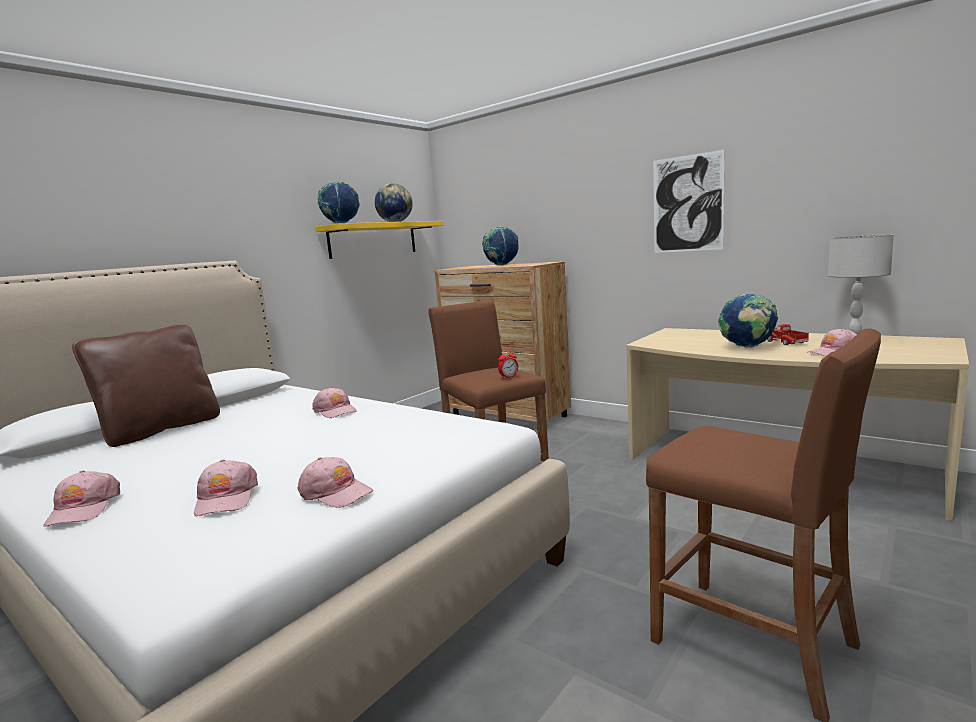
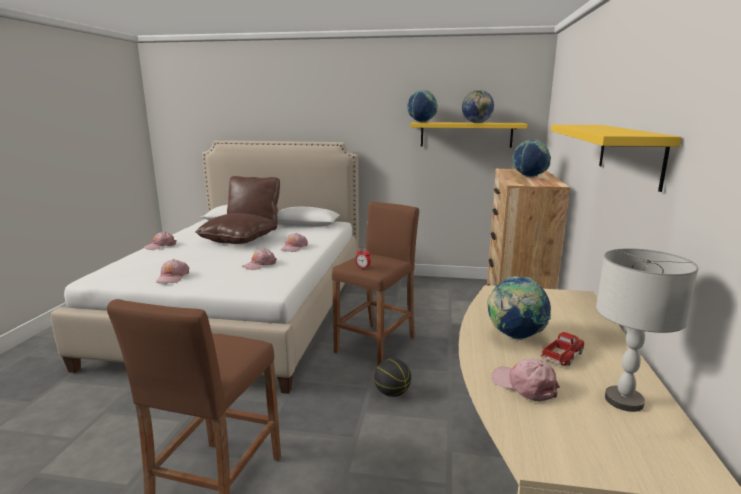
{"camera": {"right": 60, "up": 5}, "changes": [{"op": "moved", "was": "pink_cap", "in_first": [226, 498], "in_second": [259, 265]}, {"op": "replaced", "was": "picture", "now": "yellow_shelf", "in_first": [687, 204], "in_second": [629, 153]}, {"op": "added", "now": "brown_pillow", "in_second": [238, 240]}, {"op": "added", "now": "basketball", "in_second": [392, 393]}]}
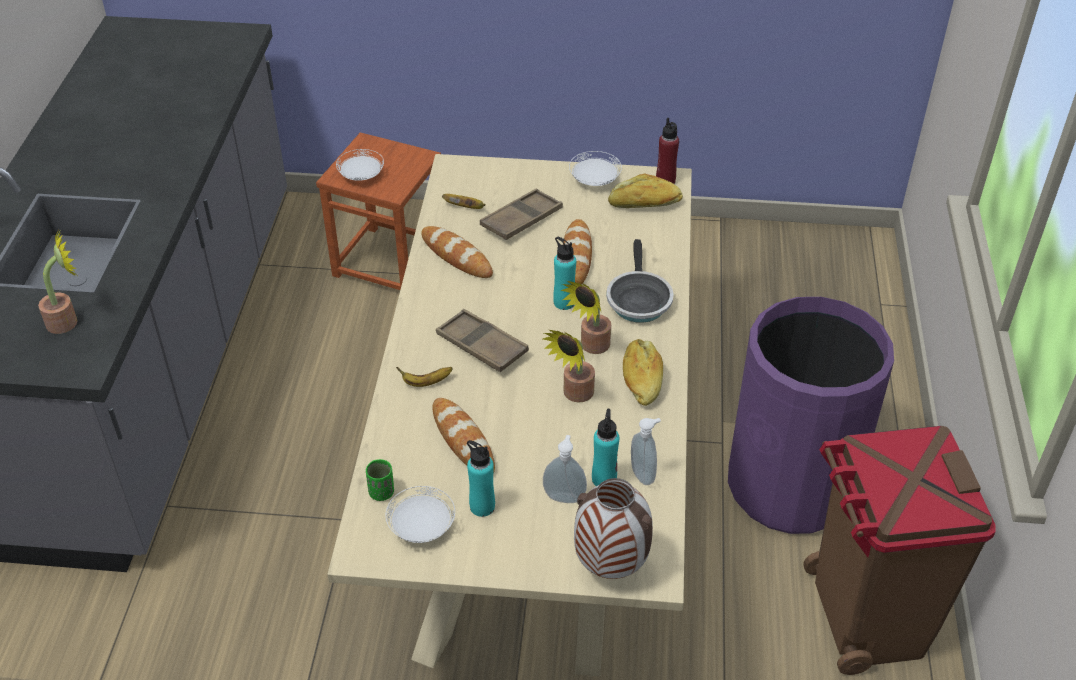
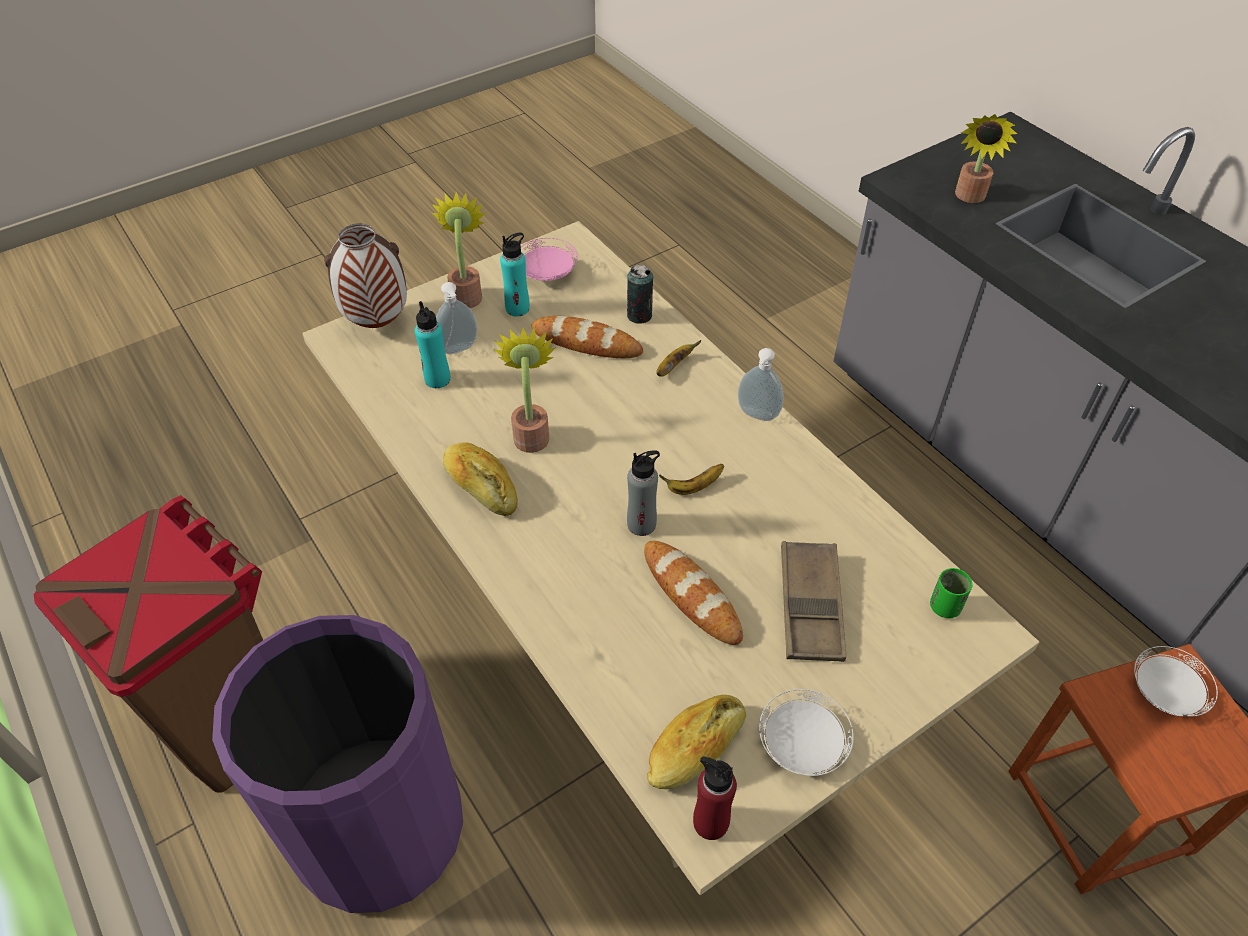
{"camera": {"right": 140, "up": 5}, "changes": [{"op": "moved", "was": "green_cup", "in_first": [381, 492], "in_second": [944, 607]}, {"op": "recoloured", "was": "white_plate", "now": "pink_plate", "in_first": [421, 527], "in_second": [547, 273]}, {"op": "removed", "was": "bread", "in_first": [456, 256]}, {"op": "removed", "was": "brown_tray", "in_first": [482, 346]}, {"op": "moved", "was": "banana", "in_first": [465, 207], "in_second": [693, 487]}, {"op": "recoloured", "was": "turquoise_bottle", "now": "grey_bottle", "in_first": [564, 302], "in_second": [641, 524]}, {"op": "moved", "was": "potted_plant", "in_first": [591, 347], "in_second": [467, 294]}, {"op": "removed", "was": "frying_pan", "in_first": [638, 299]}, {"op": "moved", "was": "soap_dispenser", "in_first": [644, 474], "in_second": [757, 416]}, {"op": "added", "now": "can", "in_second": [639, 315]}]}
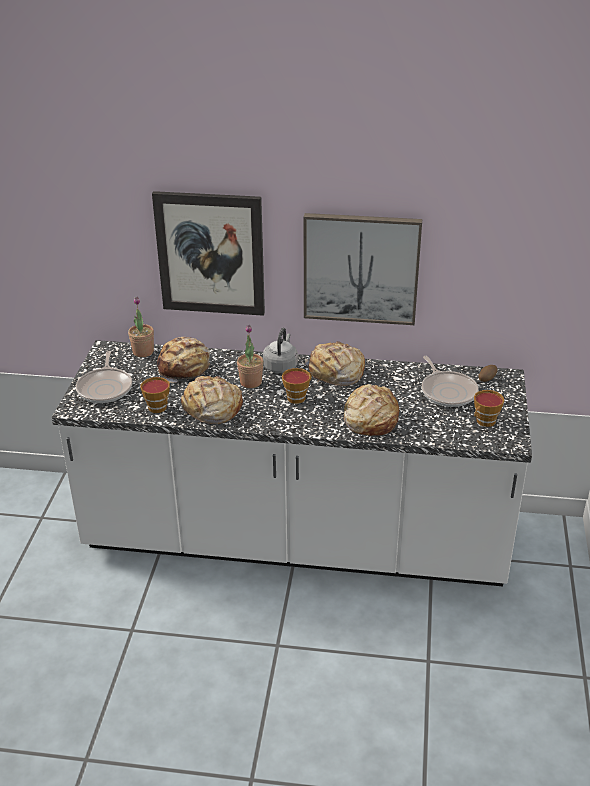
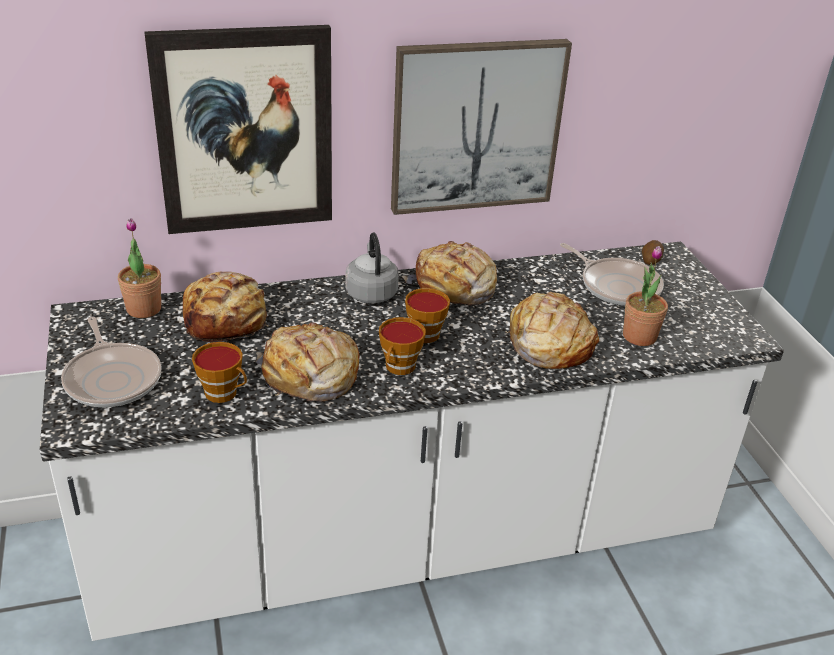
{"camera": {"right": -25, "up": 0}, "changes": [{"op": "moved", "was": "potted_plant", "in_first": [251, 382], "in_second": [639, 336]}, {"op": "moved", "was": "cup", "in_first": [484, 422], "in_second": [399, 368]}]}
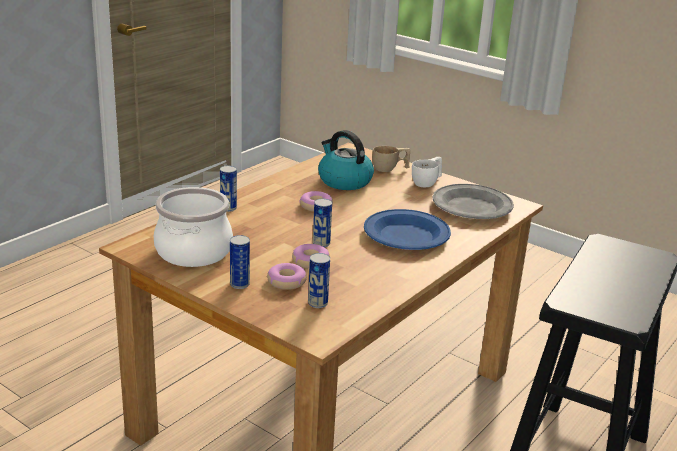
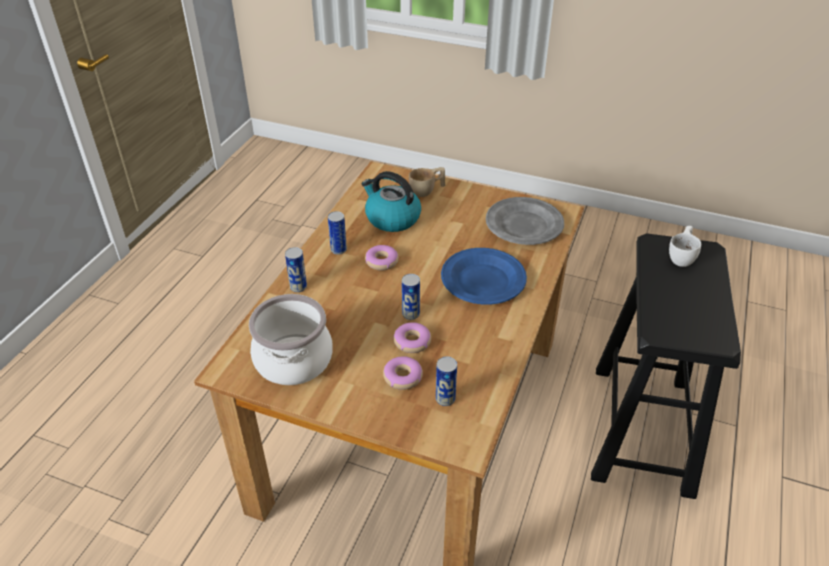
{"camera": {"right": -15, "up": 15}, "changes": [{"op": "moved", "was": "can", "in_first": [239, 284], "in_second": [338, 250]}, {"op": "moved", "was": "white_cup", "in_first": [428, 182], "in_second": [682, 256]}]}
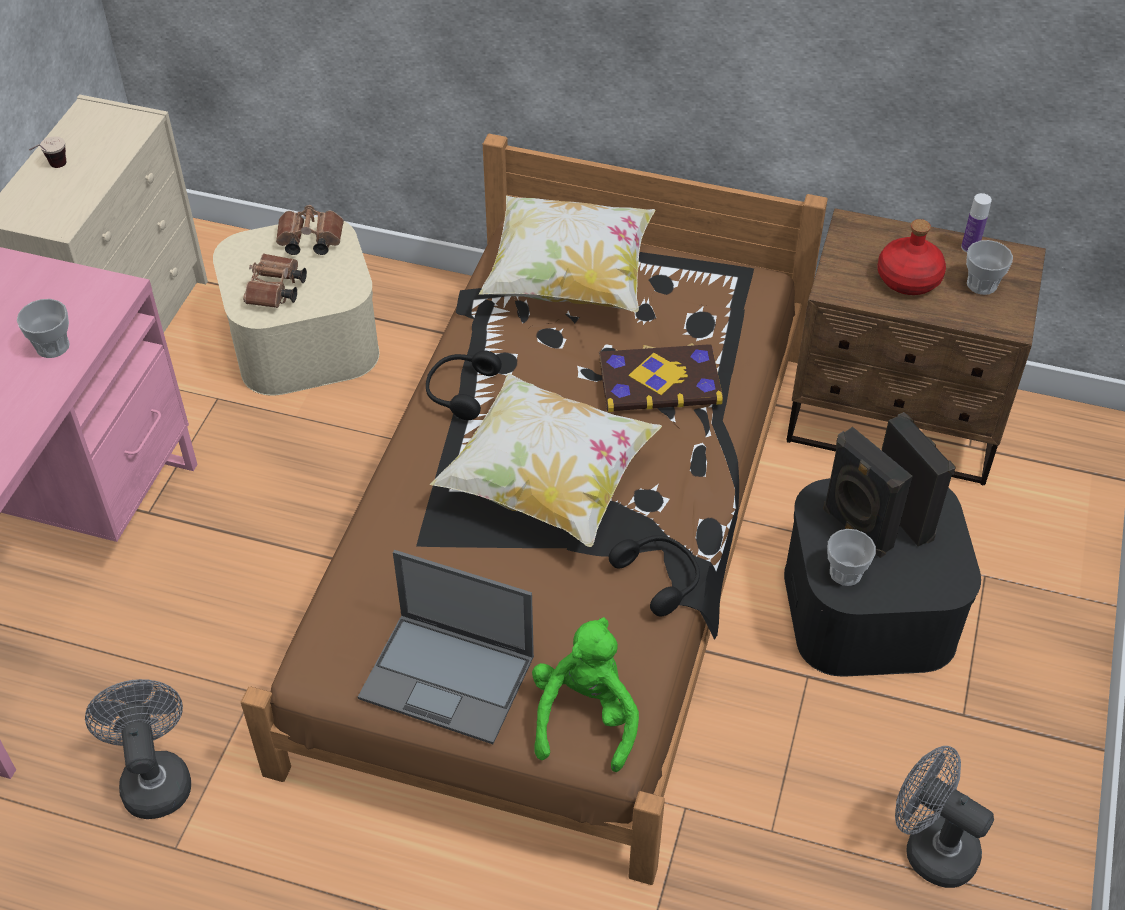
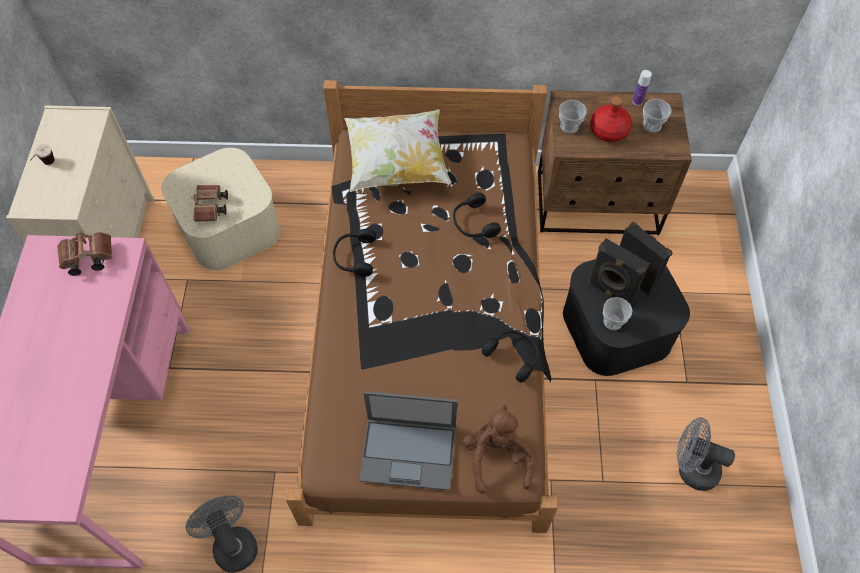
{"camera": {"right": -15, "up": 10}, "changes": [{"op": "moved", "was": "cup", "in_first": [52, 346], "in_second": [569, 126]}, {"op": "moved", "was": "brown_binoculars", "in_first": [308, 242], "in_second": [86, 259]}, {"op": "removed", "was": "pillow", "in_first": [548, 483]}, {"op": "recoloured", "was": "green_plush_toy", "now": "brown_plush_toy", "in_first": [585, 716], "in_second": [497, 457]}, {"op": "replaced", "was": "book", "now": "black_headphones", "in_first": [659, 380], "in_second": [473, 223]}]}
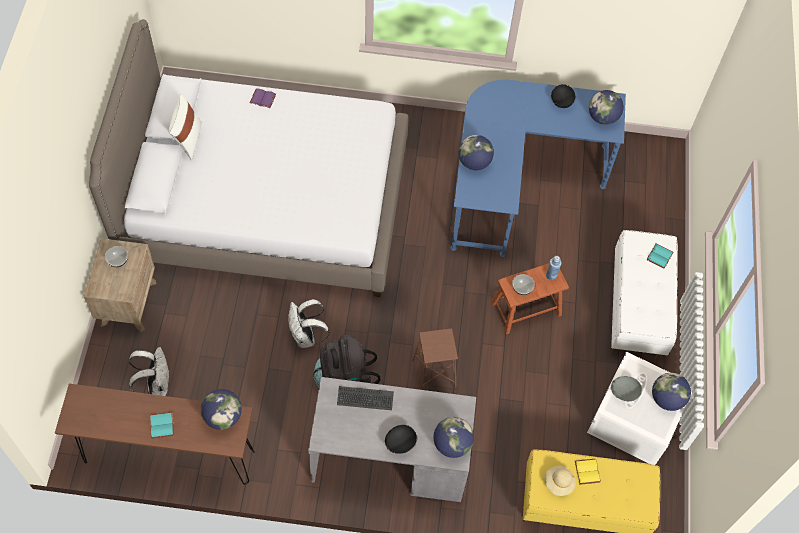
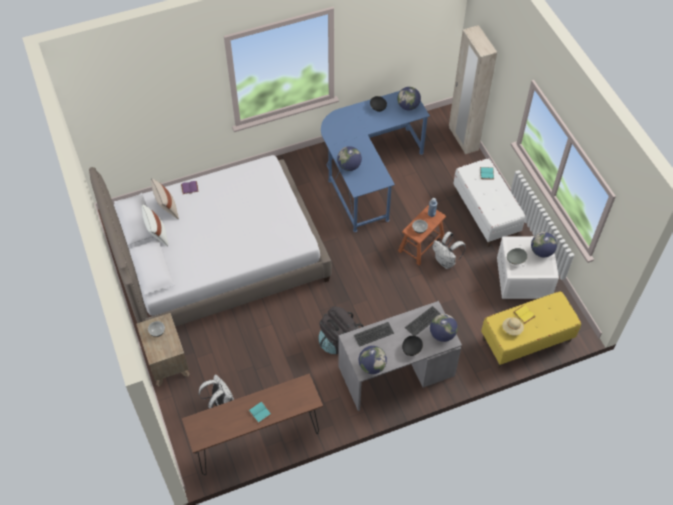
{"camera": {"right": -25, "up": -5}, "changes": [{"op": "moved", "was": "globe", "in_first": [223, 416], "in_second": [372, 366]}, {"op": "moved", "was": "white_backpack", "in_first": [306, 337], "in_second": [446, 261]}, {"op": "removed", "was": "brown_stool", "in_first": [434, 375]}, {"op": "added", "now": "beige_pillow", "in_second": [167, 208]}, {"op": "added", "now": "keyboard", "in_second": [423, 321]}, {"op": "added", "now": "beige_wardrobe", "in_second": [463, 139]}]}
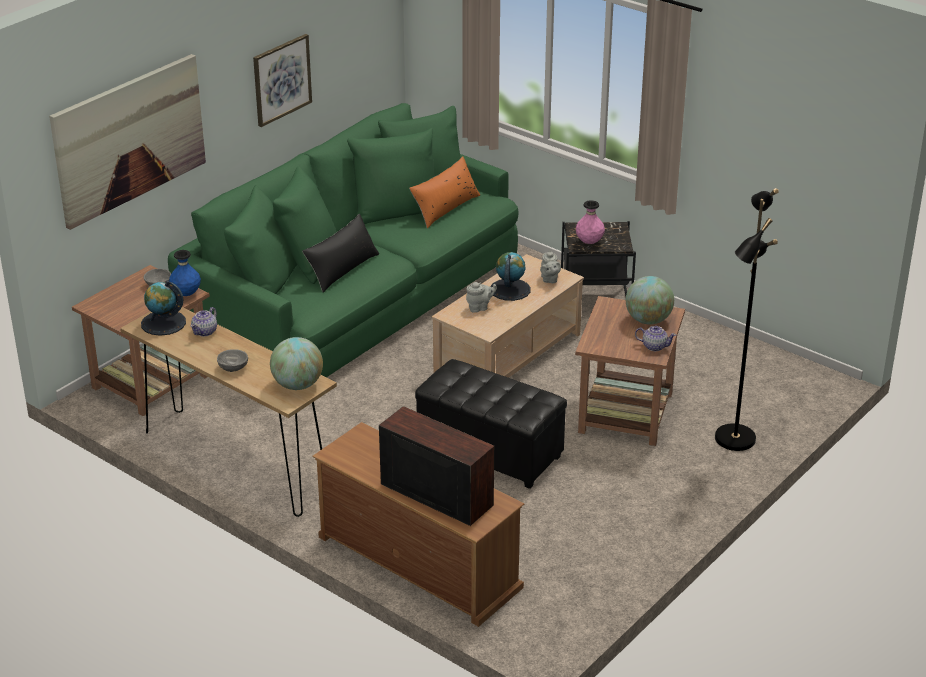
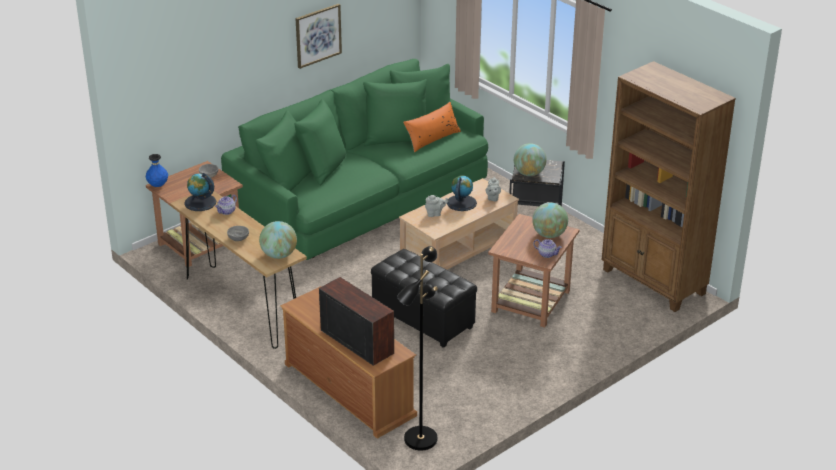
{"camera": {"right": 10, "up": 0}, "changes": [{"op": "removed", "was": "picture", "in_first": [129, 139]}, {"op": "moved", "was": "blue_vase", "in_first": [186, 294], "in_second": [158, 185]}, {"op": "removed", "was": "black_pillow", "in_first": [342, 269]}, {"op": "replaced", "was": "pink_vase", "now": "globe", "in_first": [589, 242], "in_second": [529, 173]}, {"op": "moved", "was": "black_floor_lamp", "in_first": [733, 438], "in_second": [419, 438]}, {"op": "added", "now": "brown_bookcase", "in_second": [653, 282]}]}
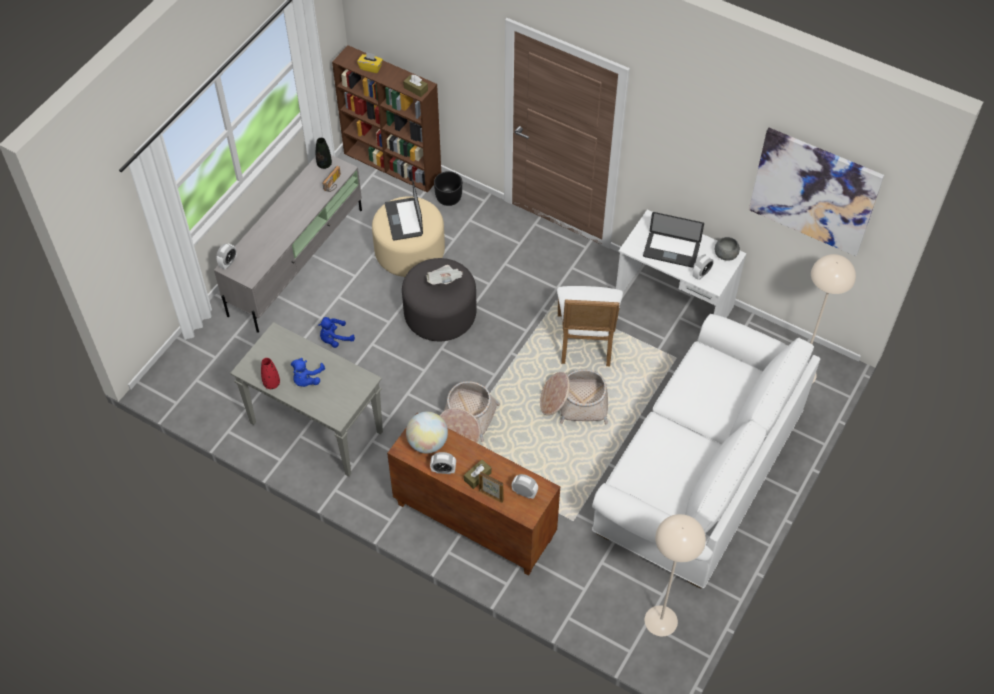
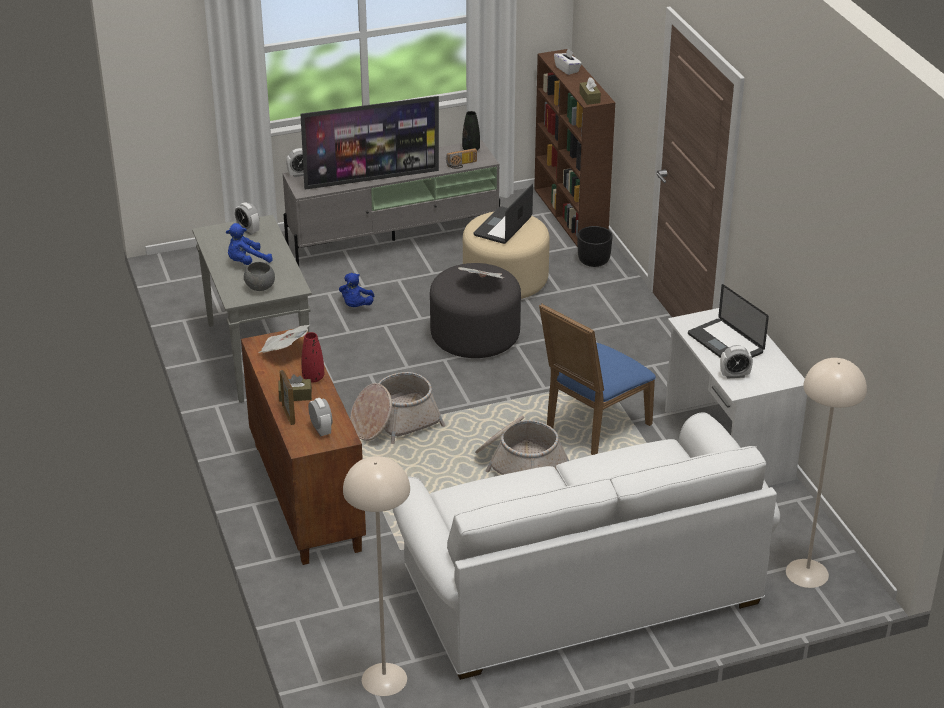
{"camera": {"right": 40, "up": -20}, "changes": [{"op": "moved", "was": "red_vase", "in_first": [271, 384], "in_second": [313, 378]}, {"op": "turned", "was": "blue_plush_toy", "in_first": [335, 339], "in_second": [356, 306], "clockwise": -90}, {"op": "recoloured", "was": "yellow_tissue_box", "now": "white_tissue_box", "in_first": [370, 67], "in_second": [567, 69]}, {"op": "replaced", "was": "globe", "now": "newspaper", "in_first": [427, 443], "in_second": [284, 350]}, {"op": "moved", "was": "alarm_clock", "in_first": [443, 470], "in_second": [248, 230]}, {"op": "recoloured", "was": "white_chair", "now": "blue_chair", "in_first": [586, 344], "in_second": [592, 427]}, {"op": "moved", "was": "grey_bowl", "in_first": [725, 255], "in_second": [259, 288]}, {"op": "removed", "was": "picture", "in_first": [814, 191]}, {"op": "added", "now": "television", "in_second": [372, 179]}]}
